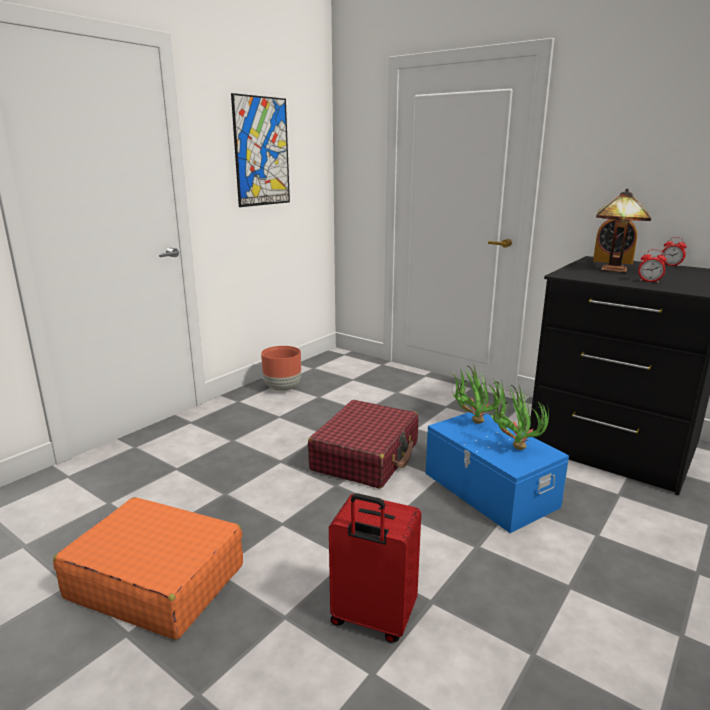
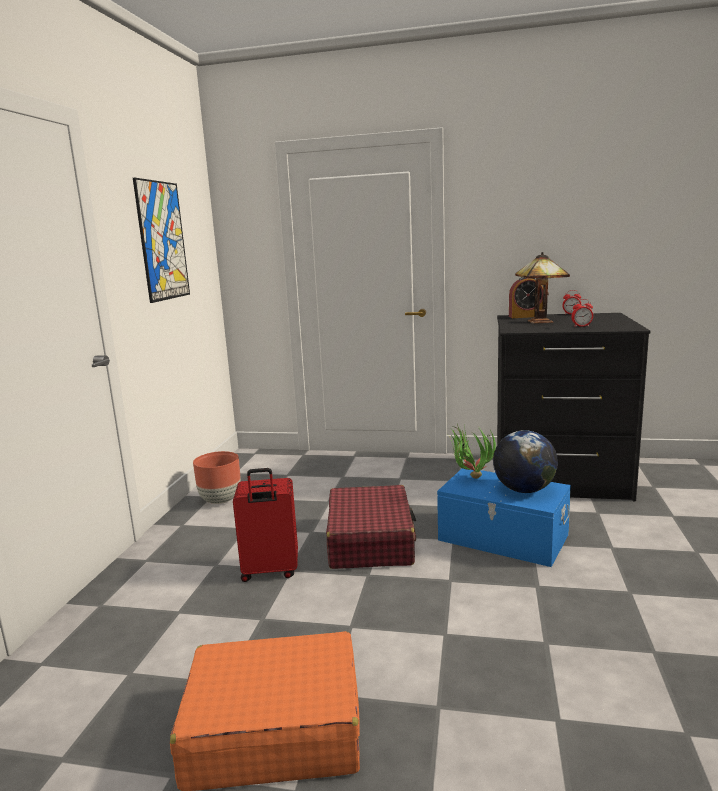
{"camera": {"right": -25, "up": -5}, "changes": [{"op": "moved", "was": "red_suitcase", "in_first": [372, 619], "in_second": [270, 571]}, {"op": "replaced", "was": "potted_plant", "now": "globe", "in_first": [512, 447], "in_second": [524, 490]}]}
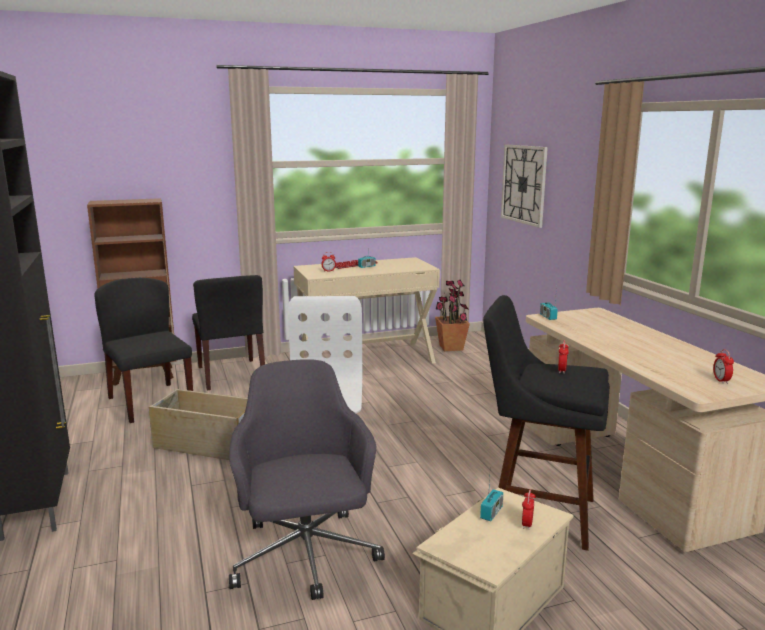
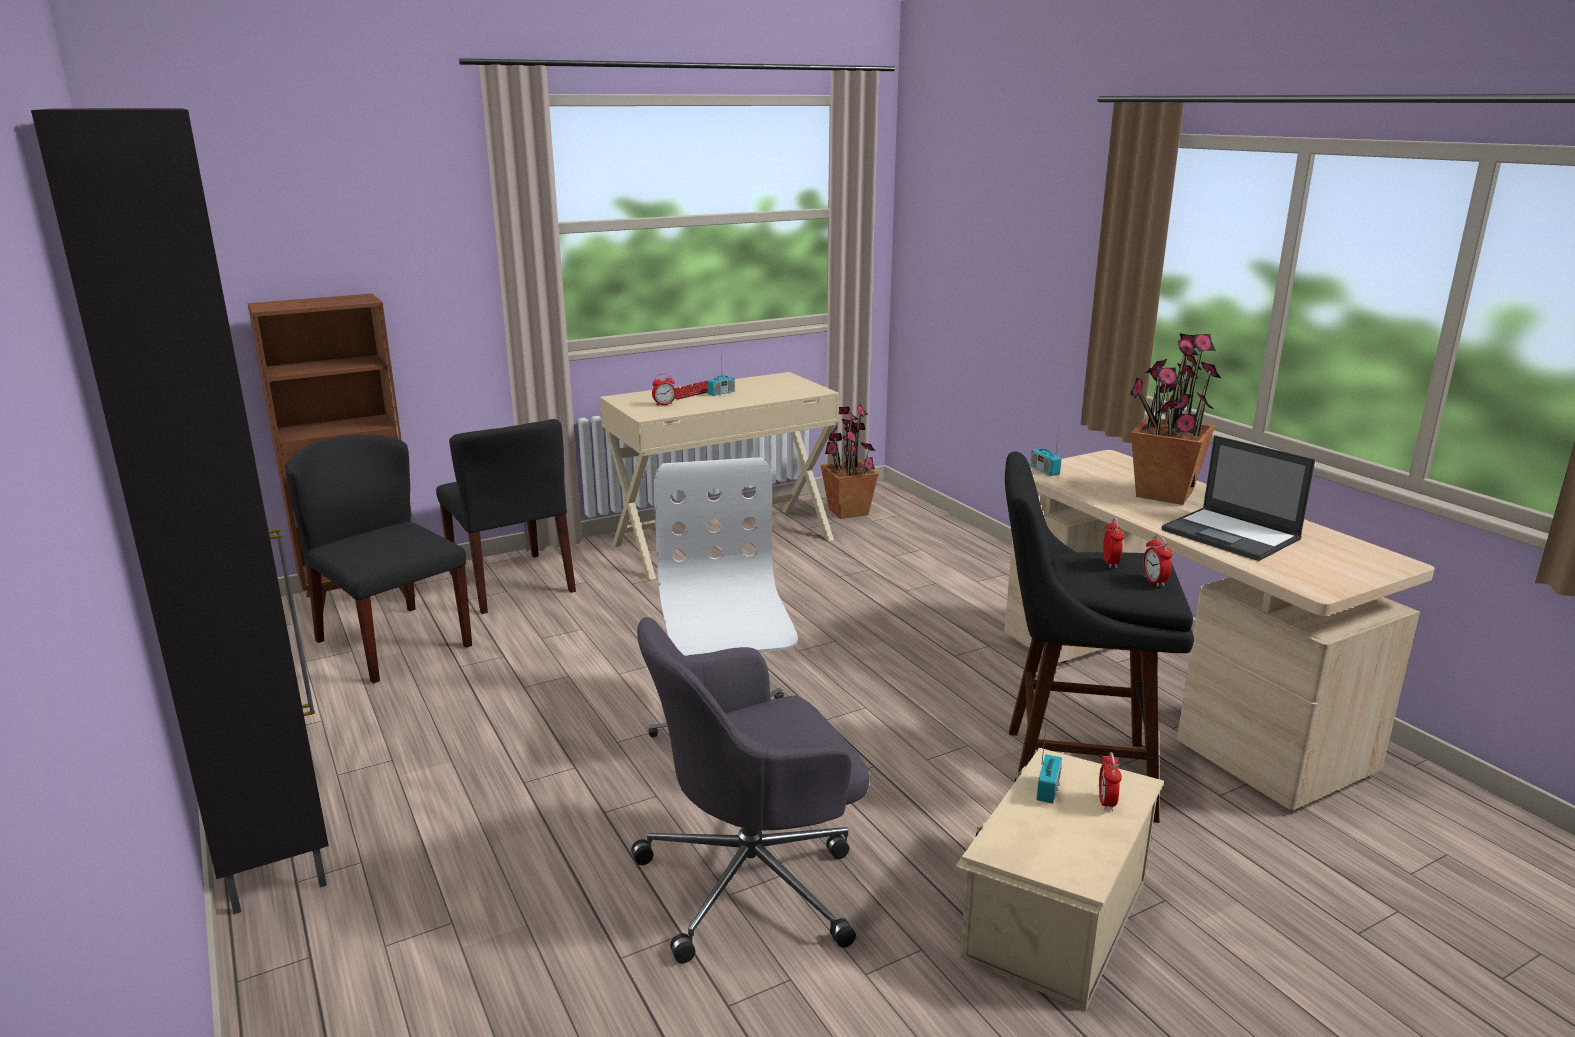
{"camera": {"right": -10, "up": 5}, "changes": [{"op": "removed", "was": "beige_storage_box", "in_first": [208, 444]}, {"op": "turned", "was": "grey_office_chair", "in_first": [305, 557], "in_second": [754, 881], "clockwise": -90}, {"op": "removed", "was": "wall_clock", "in_first": [524, 184]}, {"op": "moved", "was": "alarm_clock", "in_first": [721, 380], "in_second": [1154, 581]}, {"op": "added", "now": "potted_plant", "in_second": [1163, 494]}, {"op": "added", "now": "laptop", "in_second": [1232, 535]}]}
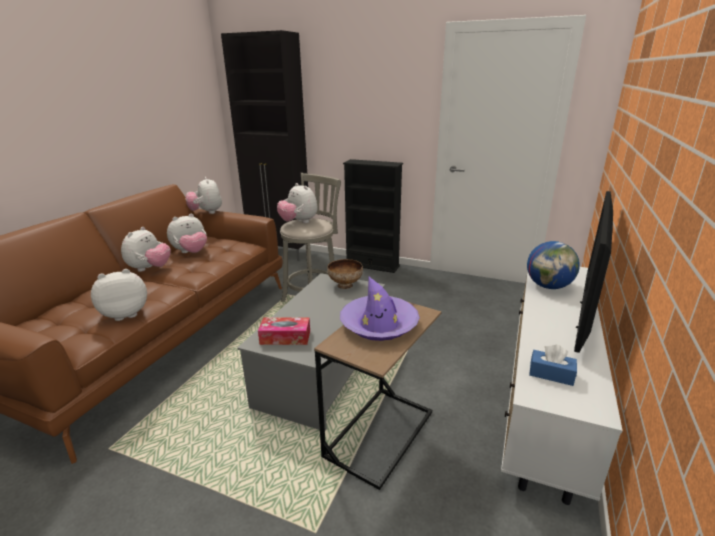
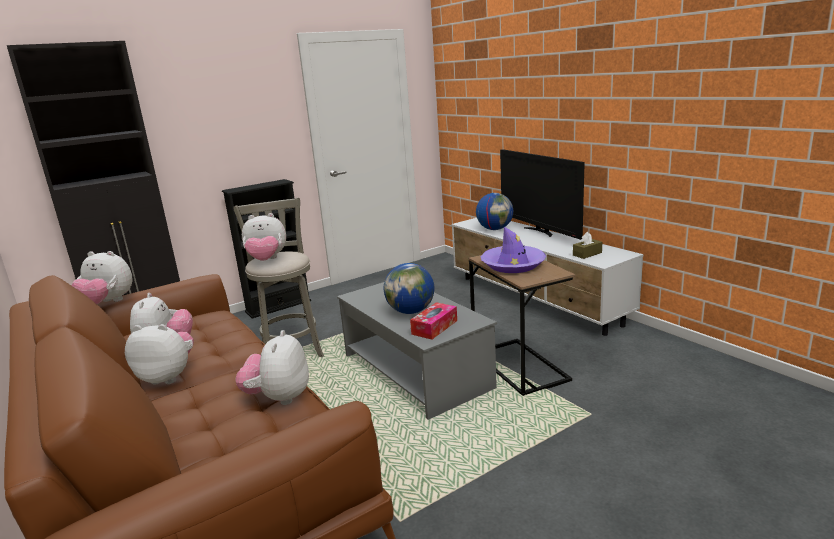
{"camera": {"right": -55, "up": -5}, "changes": [{"op": "turned", "was": "plush_toy", "in_first": [150, 269], "in_second": [168, 377], "clockwise": -45}, {"op": "removed", "was": "bowl", "in_first": [345, 285]}, {"op": "recoloured", "was": "blue_tissue_box", "now": "brown_tissue_box", "in_first": [551, 374], "in_second": [587, 254]}, {"op": "added", "now": "globe", "in_second": [411, 311]}]}
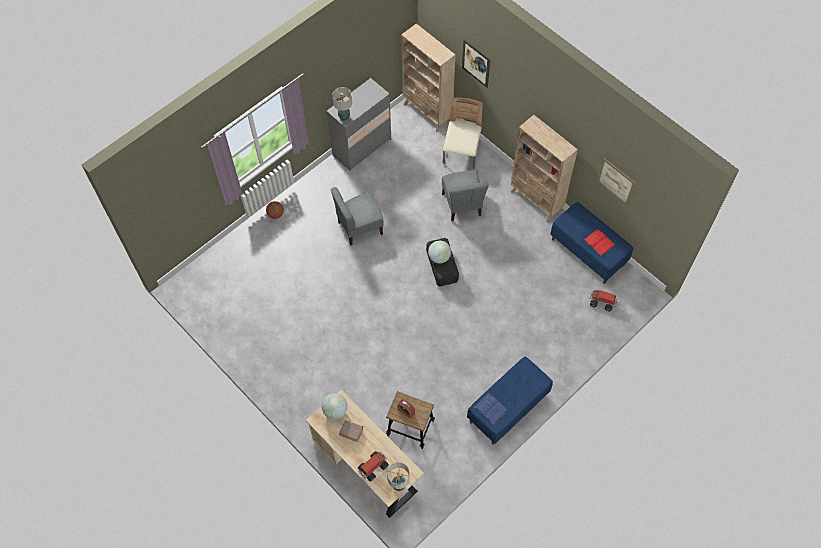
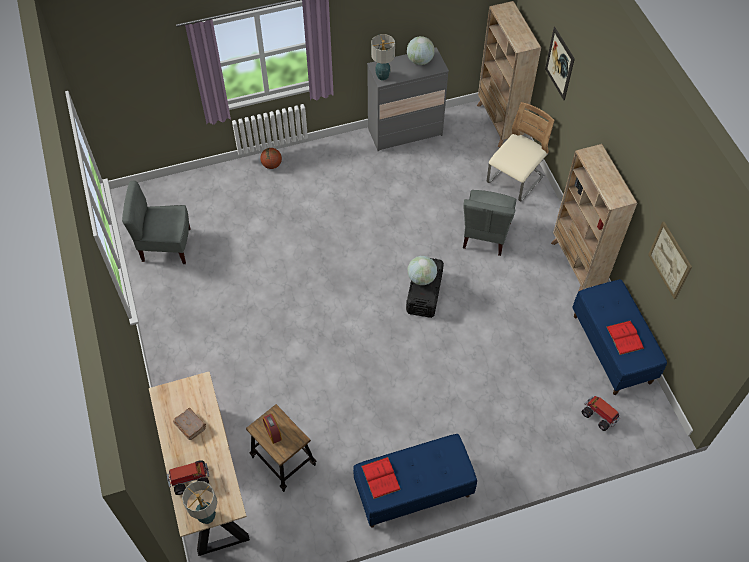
{"camera": {"right": 25, "up": -5}, "changes": [{"op": "moved", "was": "globe", "in_first": [335, 410], "in_second": [420, 61]}, {"op": "moved", "was": "grey_chair", "in_first": [359, 227], "in_second": [166, 246]}, {"op": "recoloured", "was": "blue_book", "now": "red_book", "in_first": [491, 408], "in_second": [380, 477]}]}
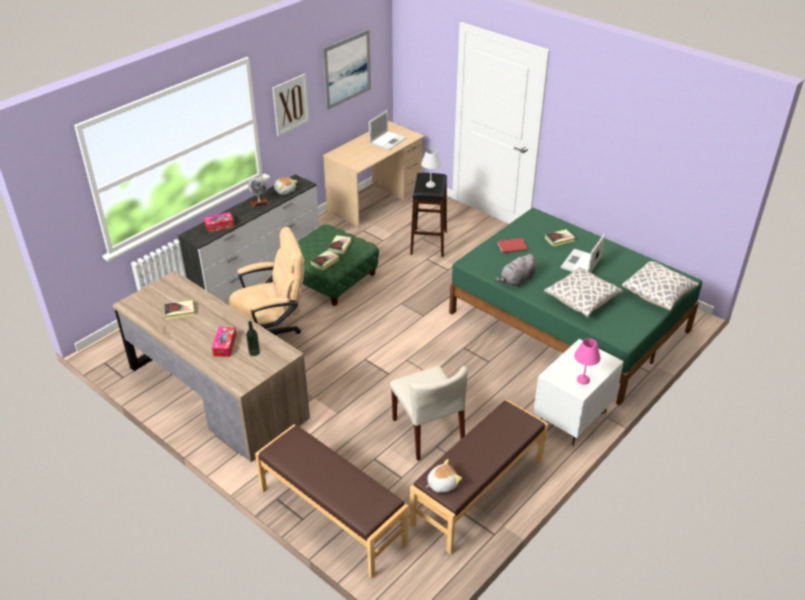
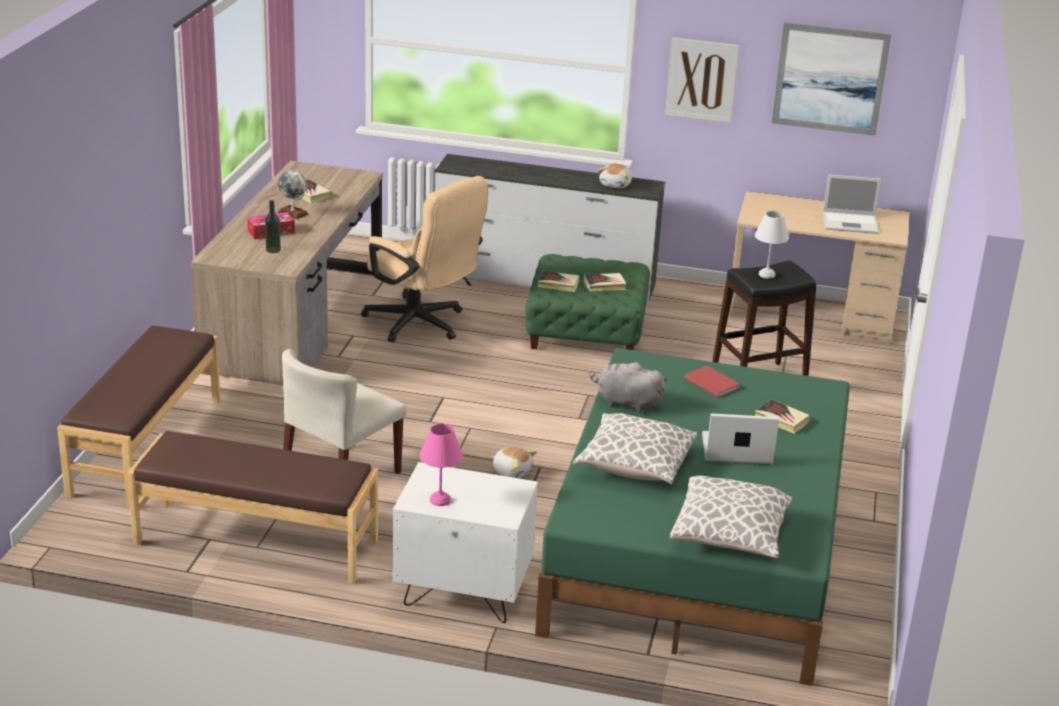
{"camera": {"right": 60, "up": -10}, "changes": [{"op": "removed", "was": "tissue_box", "in_first": [219, 226]}, {"op": "moved", "was": "globe", "in_first": [259, 203], "in_second": [293, 213]}, {"op": "moved", "was": "plush_toy", "in_first": [442, 484], "in_second": [512, 471]}]}
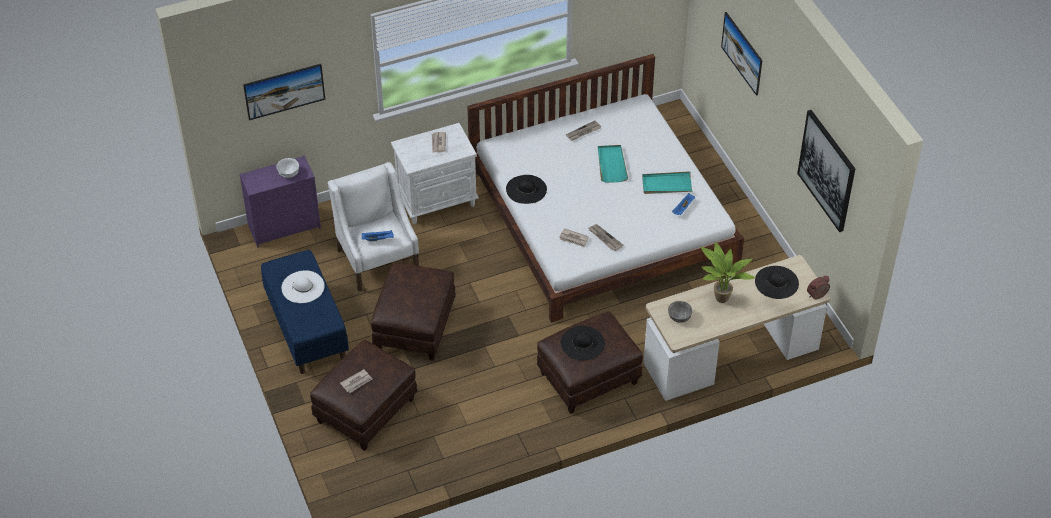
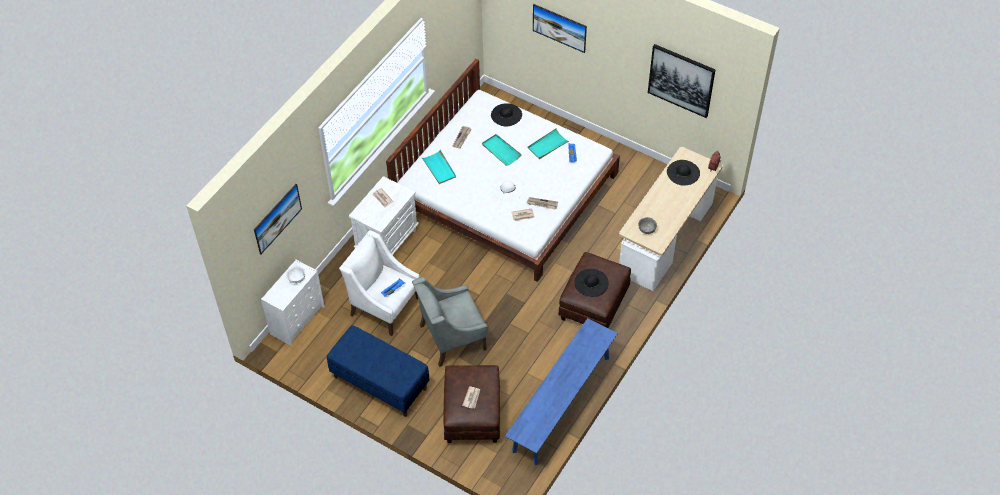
{"camera": {"right": -35, "up": 5}, "changes": [{"op": "recoloured", "was": "purple_dresser", "now": "white_dresser", "in_first": [285, 227], "in_second": [298, 319]}, {"op": "moved", "was": "white_hat", "in_first": [303, 287], "in_second": [507, 188]}, {"op": "replaced", "was": "brown_ottoman", "now": "grey_armchair", "in_first": [414, 326], "in_second": [451, 337]}, {"op": "moved", "was": "black_hat", "in_first": [526, 189], "in_second": [506, 115]}, {"op": "removed", "was": "potted_plant", "in_first": [720, 300]}, {"op": "added", "now": "turquoise_tray", "in_second": [439, 168]}, {"op": "added", "now": "blue_bench", "in_second": [561, 404]}]}
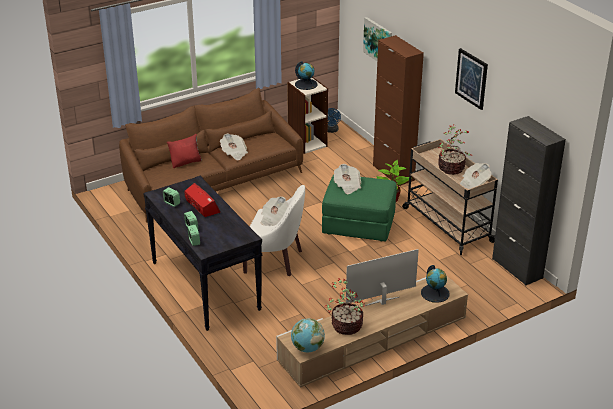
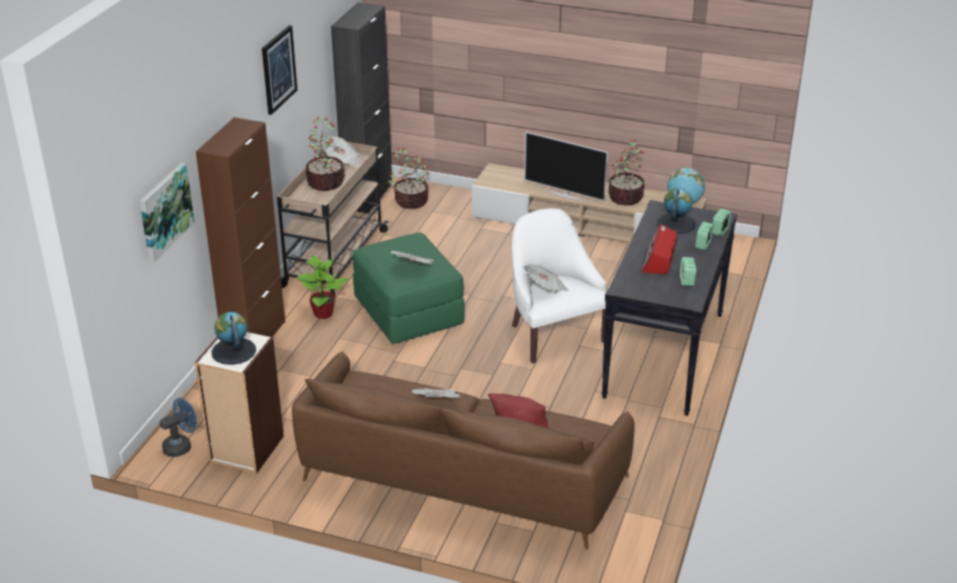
{"camera": {"right": -130, "up": 0}, "changes": [{"op": "moved", "was": "globe", "in_first": [435, 293], "in_second": [675, 223]}, {"op": "added", "now": "potted_plant", "in_second": [410, 202]}]}
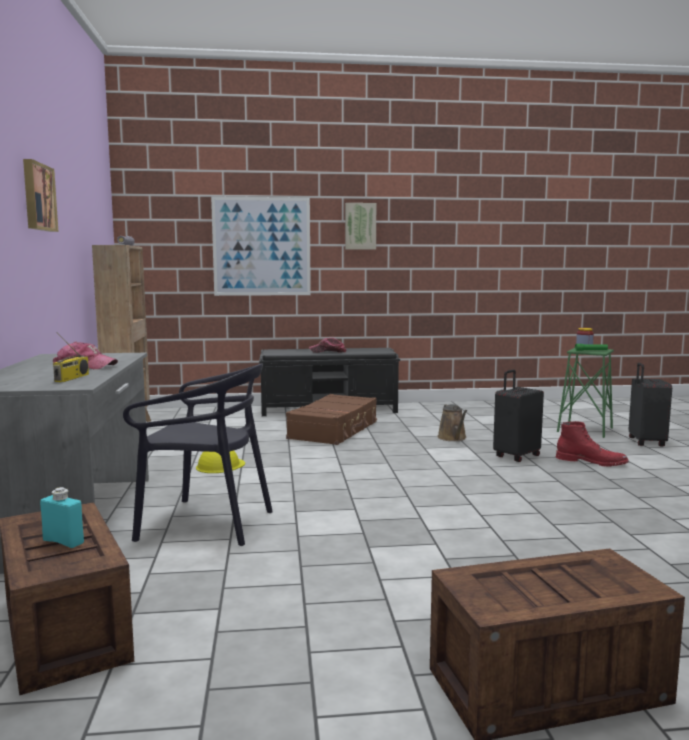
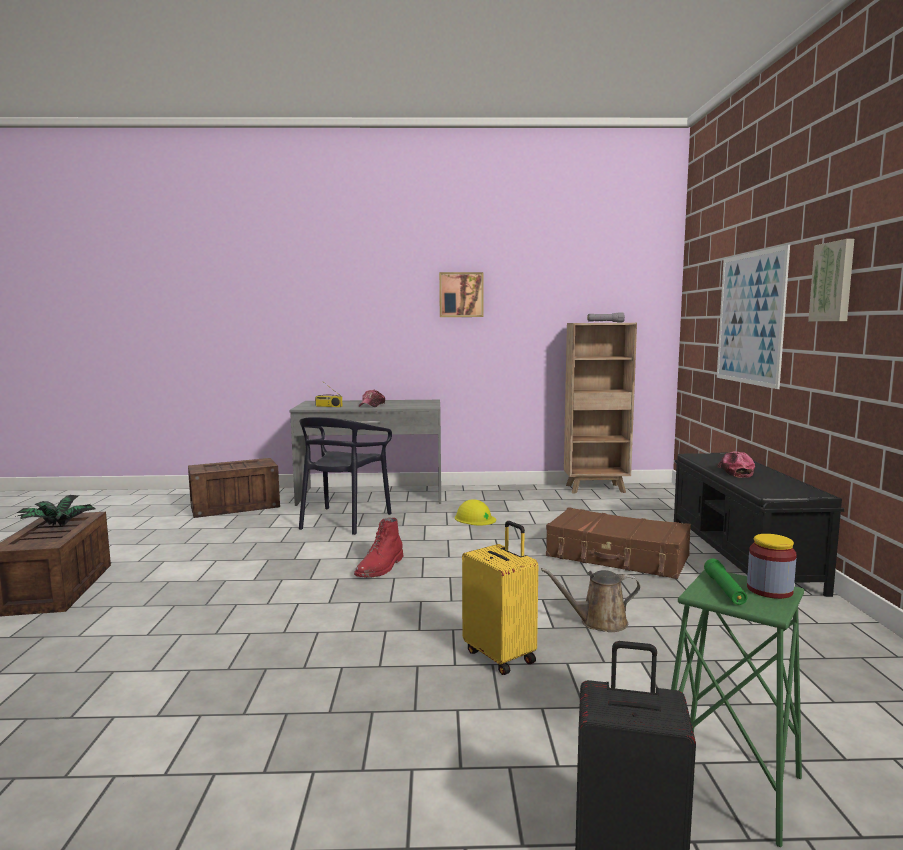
{"camera": {"right": 95, "up": 0}, "changes": [{"op": "removed", "was": "turquoise_bottle", "in_first": [63, 542]}, {"op": "recoloured", "was": "black_suitcase", "now": "yellow_suitcase", "in_first": [516, 456], "in_second": [501, 656]}, {"op": "moved", "was": "red_boot", "in_first": [591, 462], "in_second": [380, 568]}, {"op": "added", "now": "potted_plant", "in_second": [57, 526]}]}
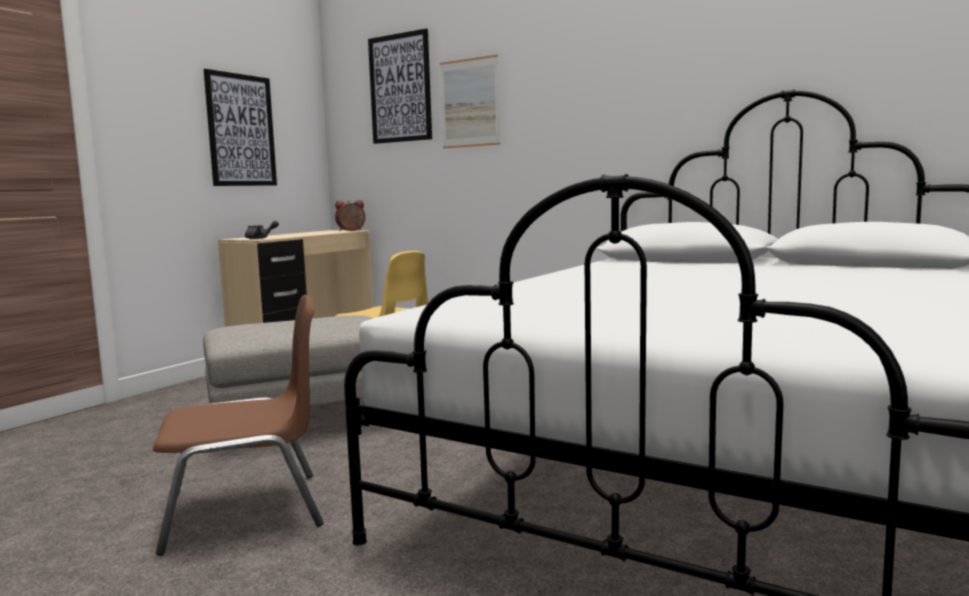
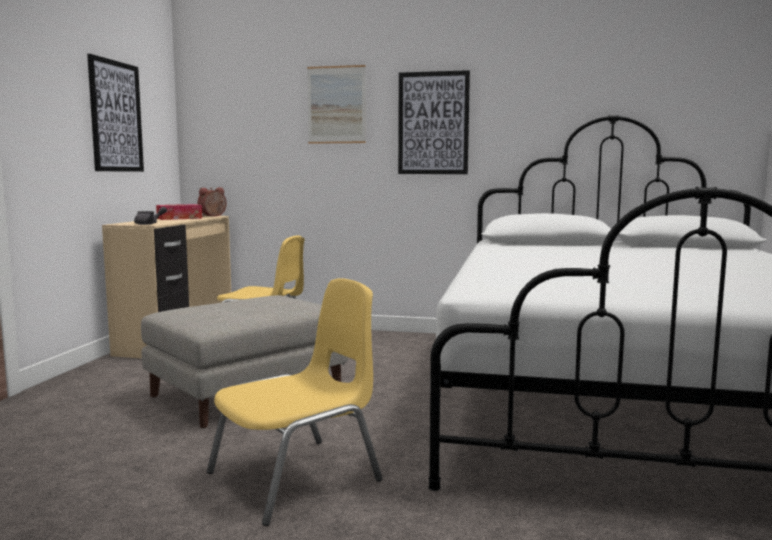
{"camera": {"right": -20, "up": 0}, "changes": [{"op": "recoloured", "was": "brown_chair", "now": "yellow_chair", "in_first": [247, 510], "in_second": [298, 477]}, {"op": "moved", "was": "picture", "in_first": [400, 88], "in_second": [433, 123]}, {"op": "added", "now": "tissue_box", "in_second": [179, 218]}]}
